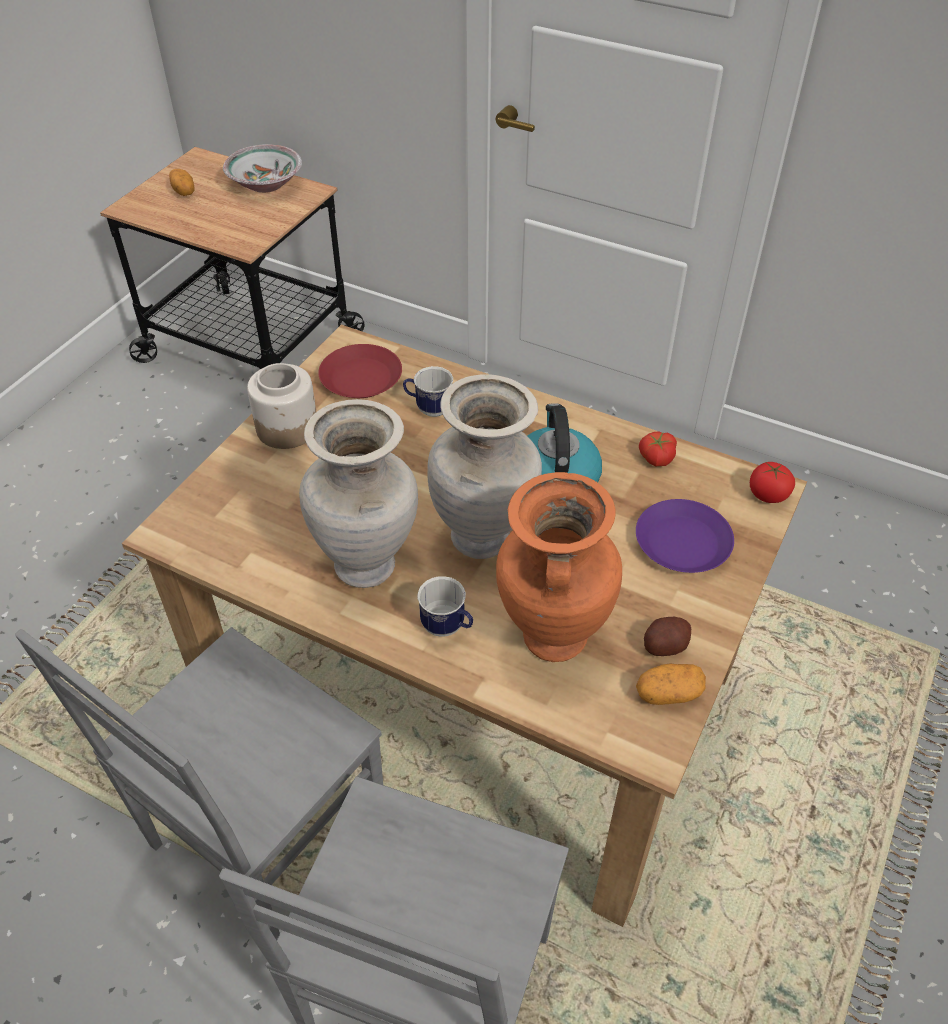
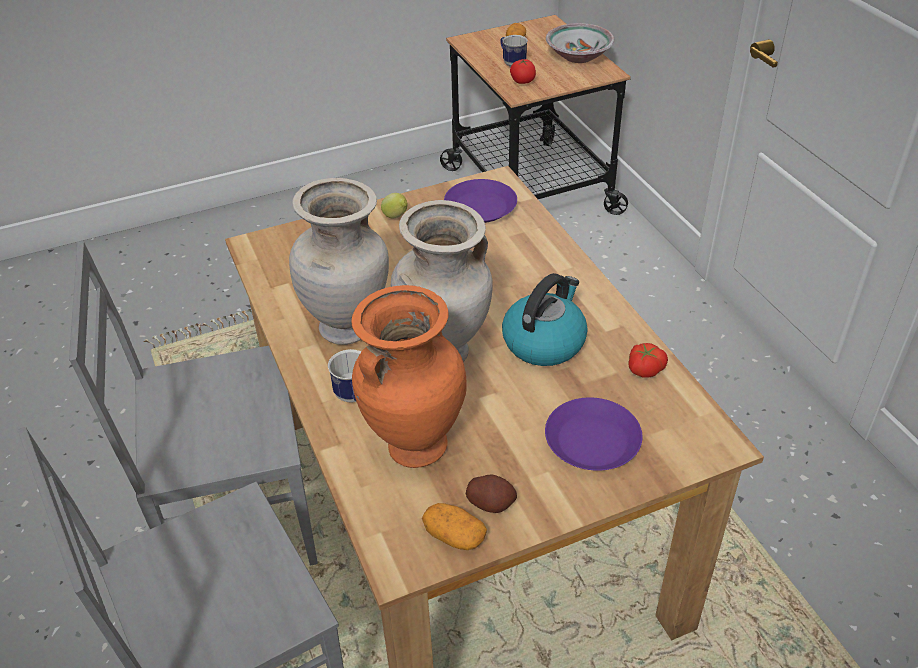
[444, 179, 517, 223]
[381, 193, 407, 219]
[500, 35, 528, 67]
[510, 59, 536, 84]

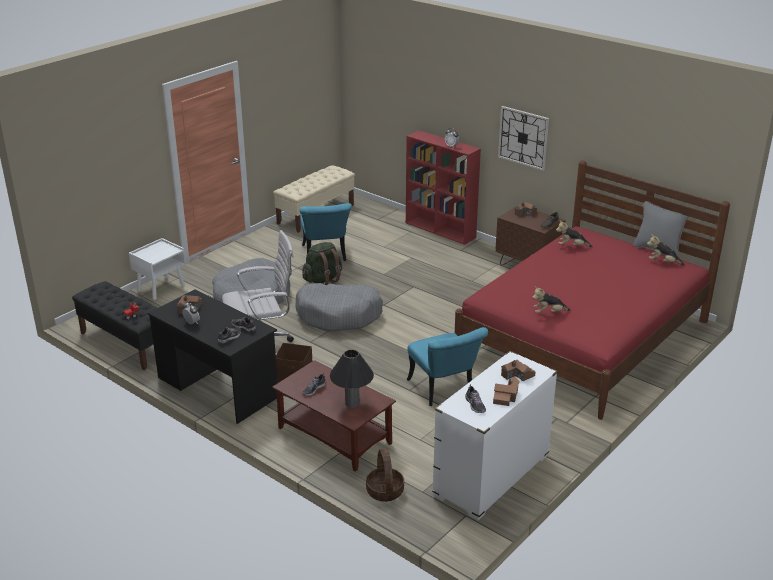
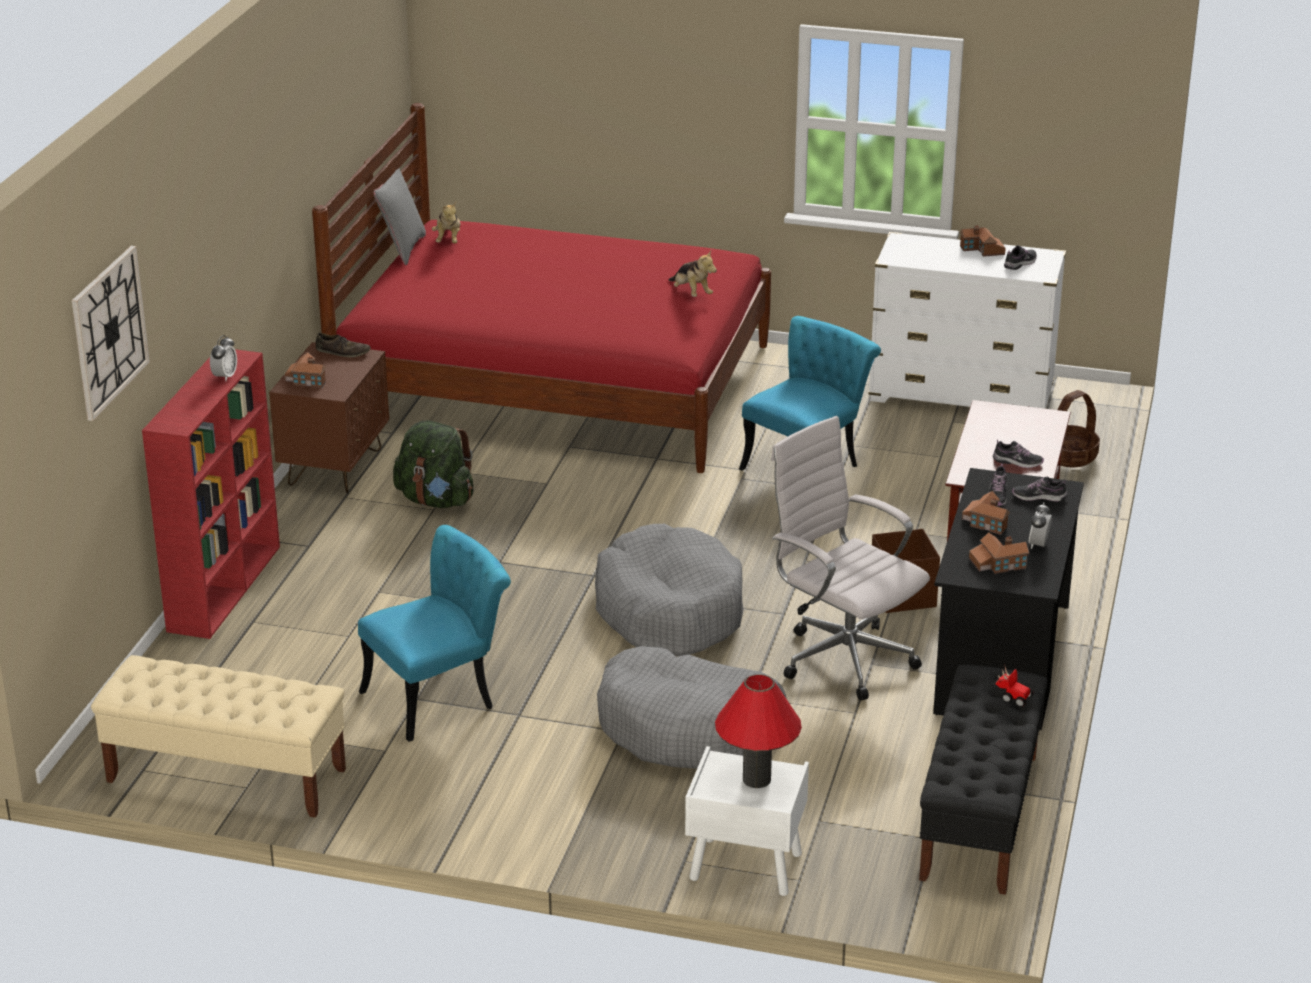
[72, 246, 150, 421]
[556, 220, 593, 247] (first image)
[393, 420, 473, 508]
[330, 350, 374, 408] (first image)
[962, 491, 1010, 535]
[715, 674, 802, 788]

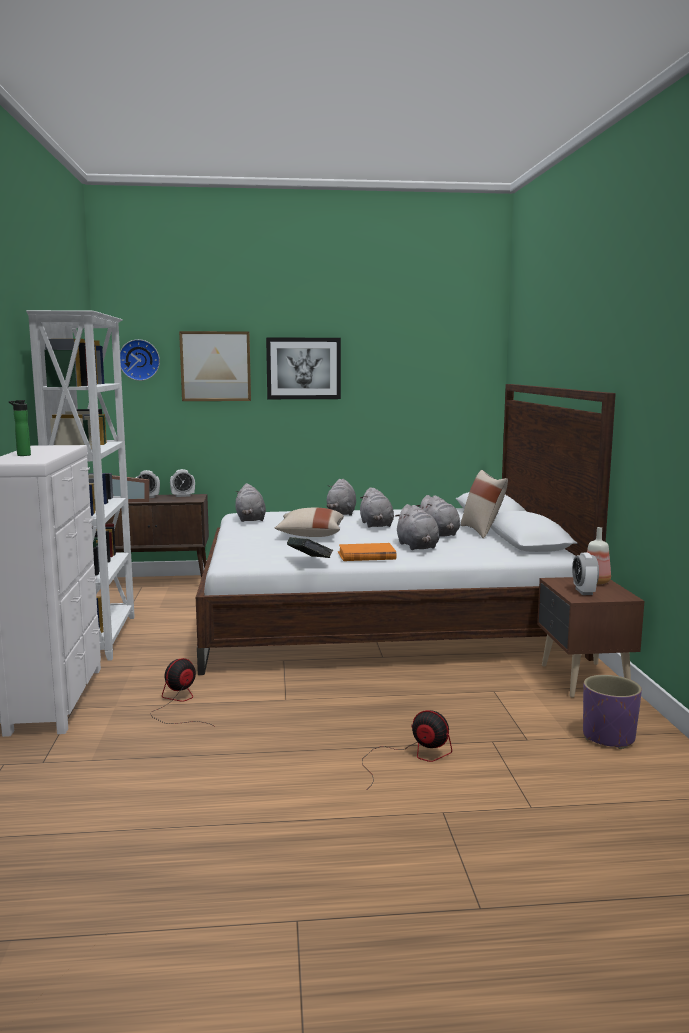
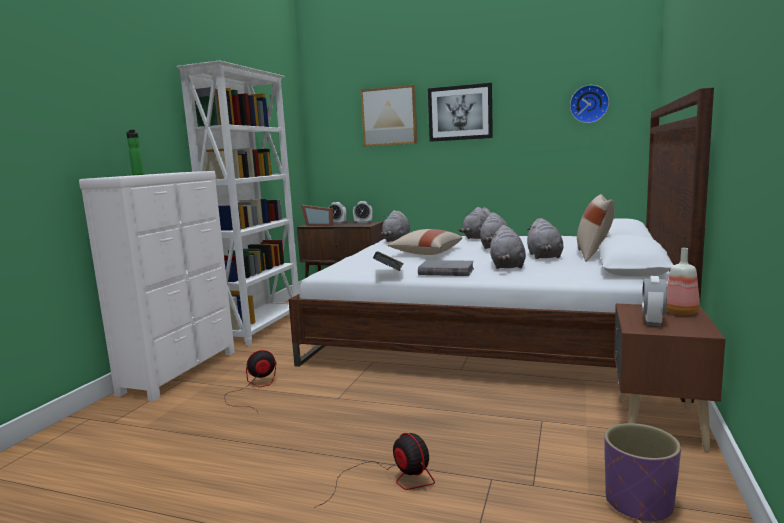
[570, 85, 609, 123]
[418, 260, 474, 276]

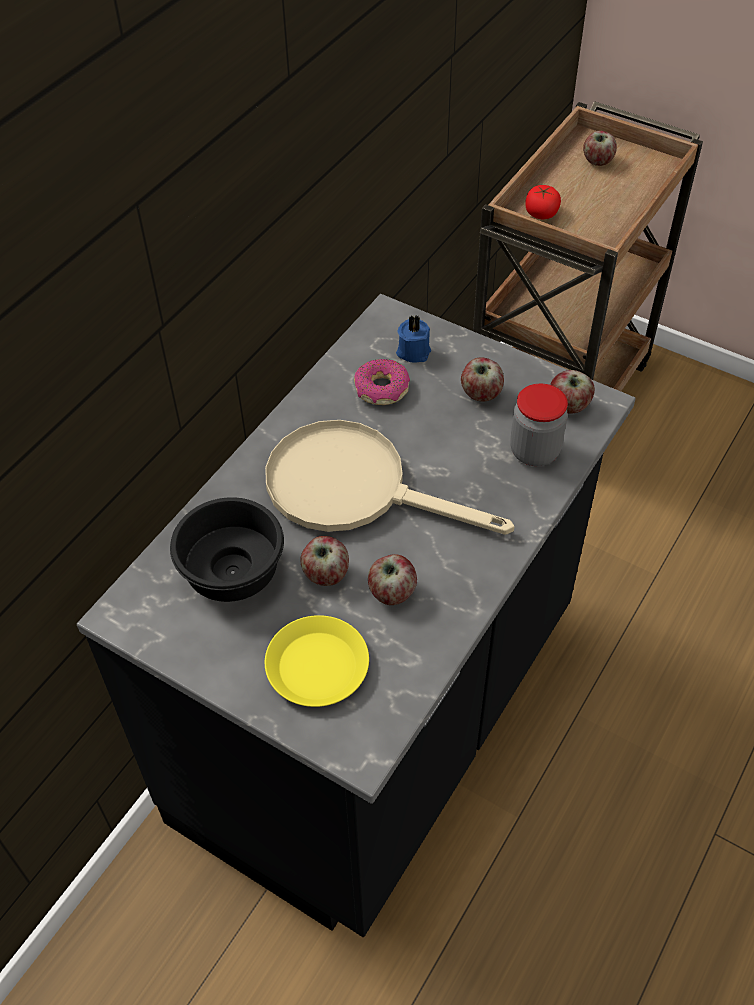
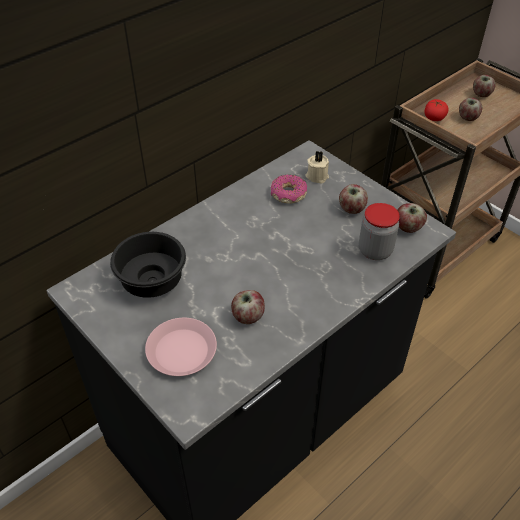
[306, 151, 329, 183]
[265, 420, 514, 535] (first image)
[459, 97, 482, 121]
[145, 318, 217, 376]

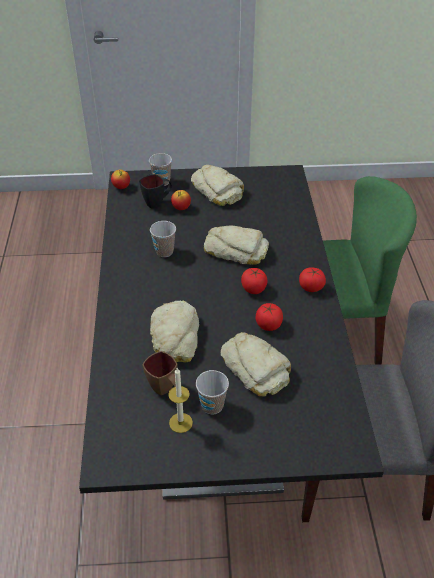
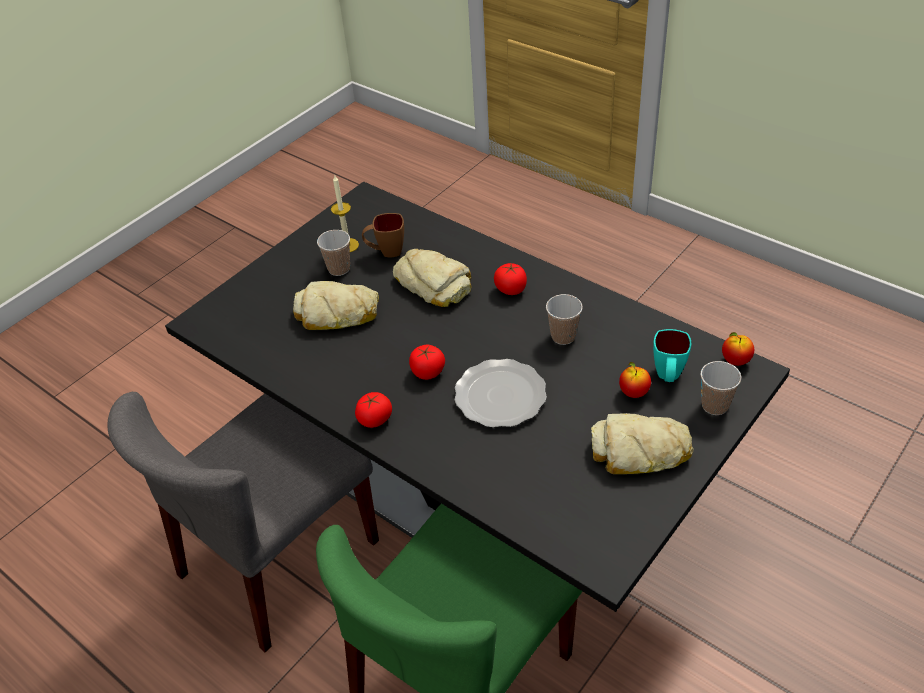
[653, 329, 691, 382]
[455, 359, 547, 428]
[494, 262, 527, 295]

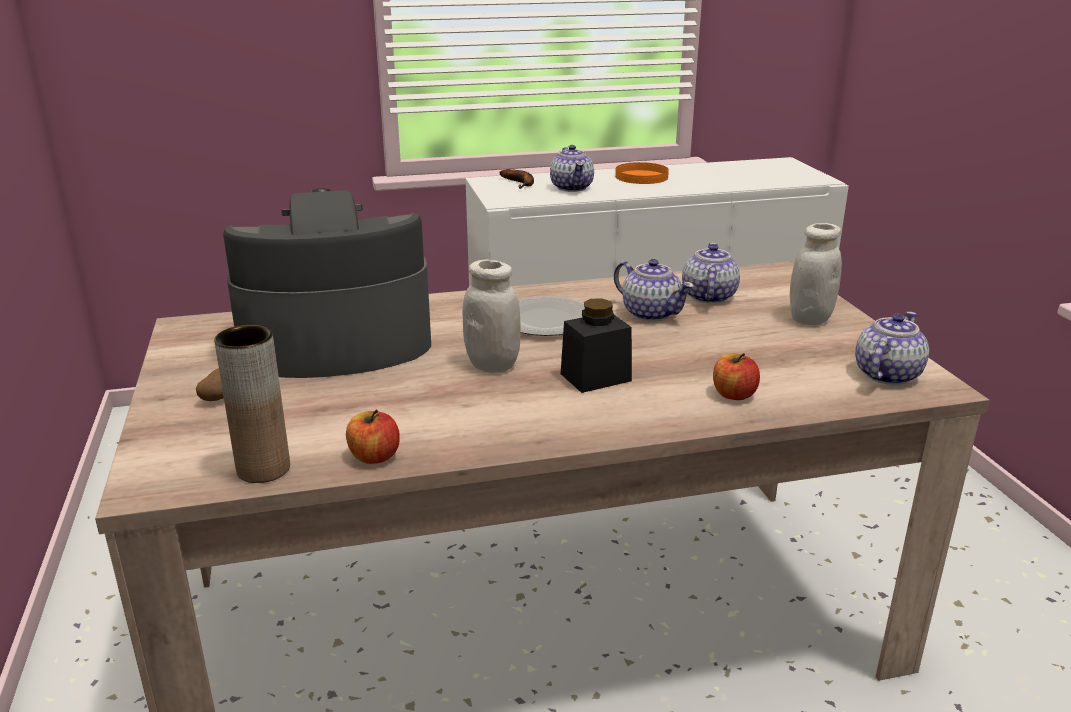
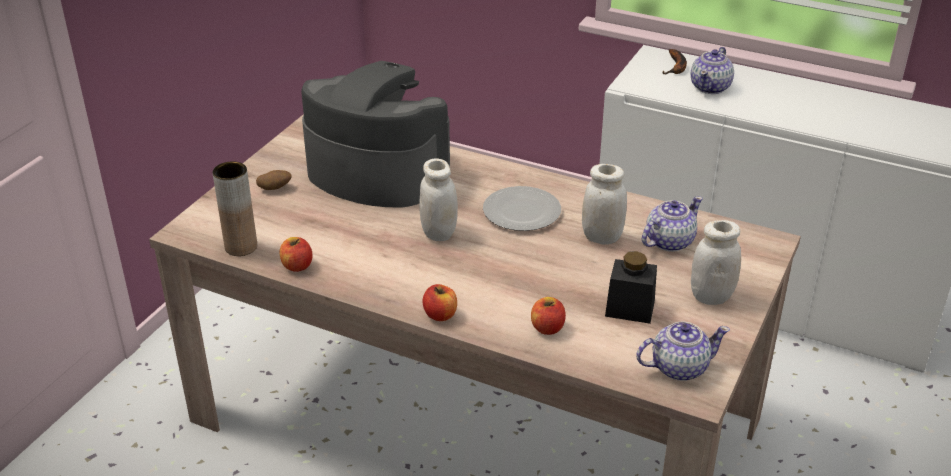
[615, 162, 669, 184] (first image)
[582, 164, 627, 245]
[605, 251, 657, 324]
[423, 284, 457, 321]

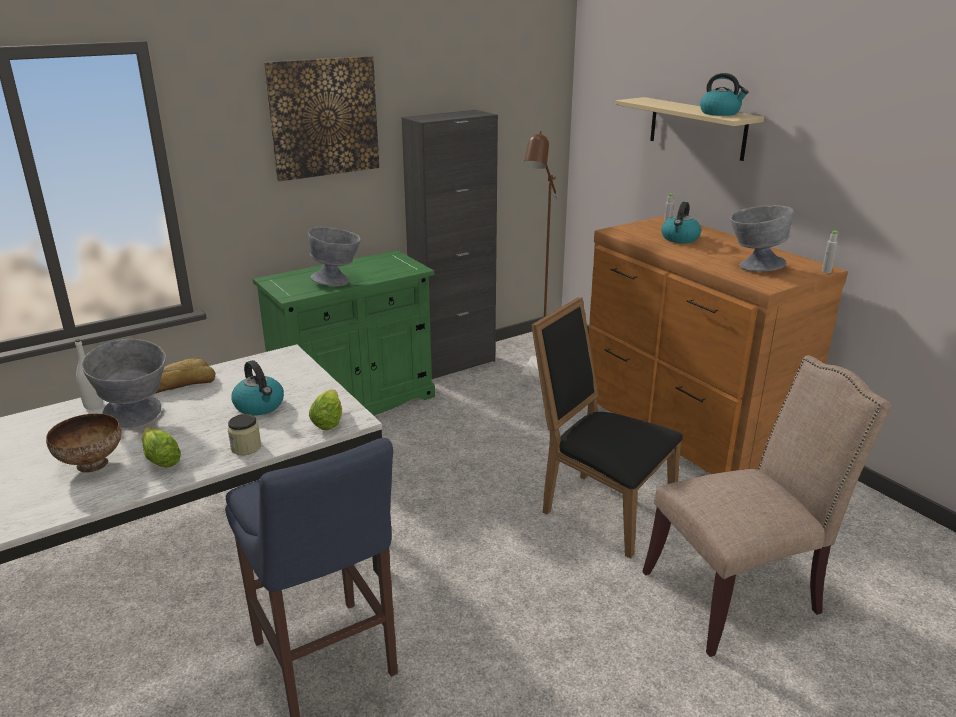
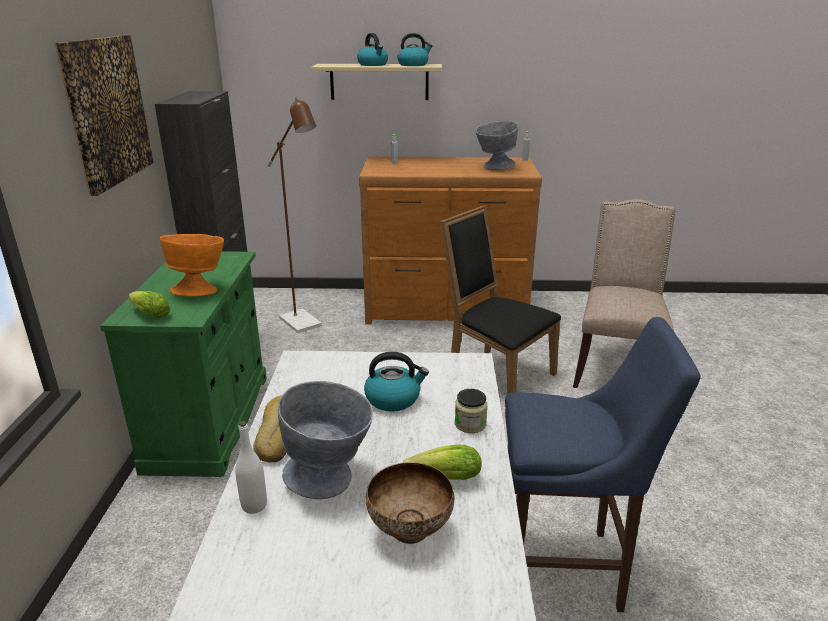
[357, 33, 388, 66]
[160, 234, 224, 297]
[440, 205, 561, 393]
[129, 291, 170, 318]

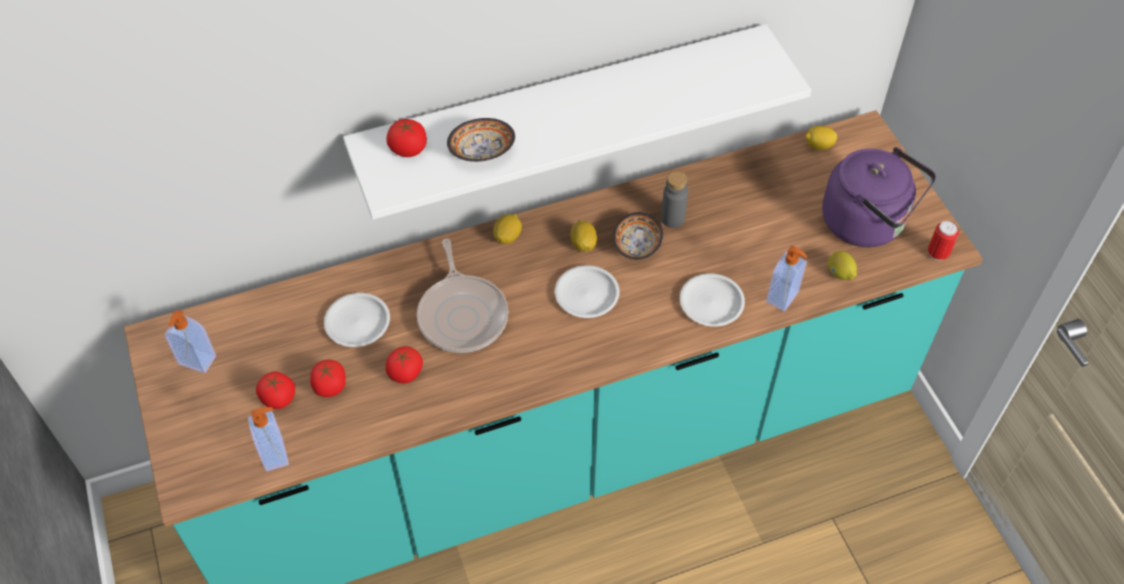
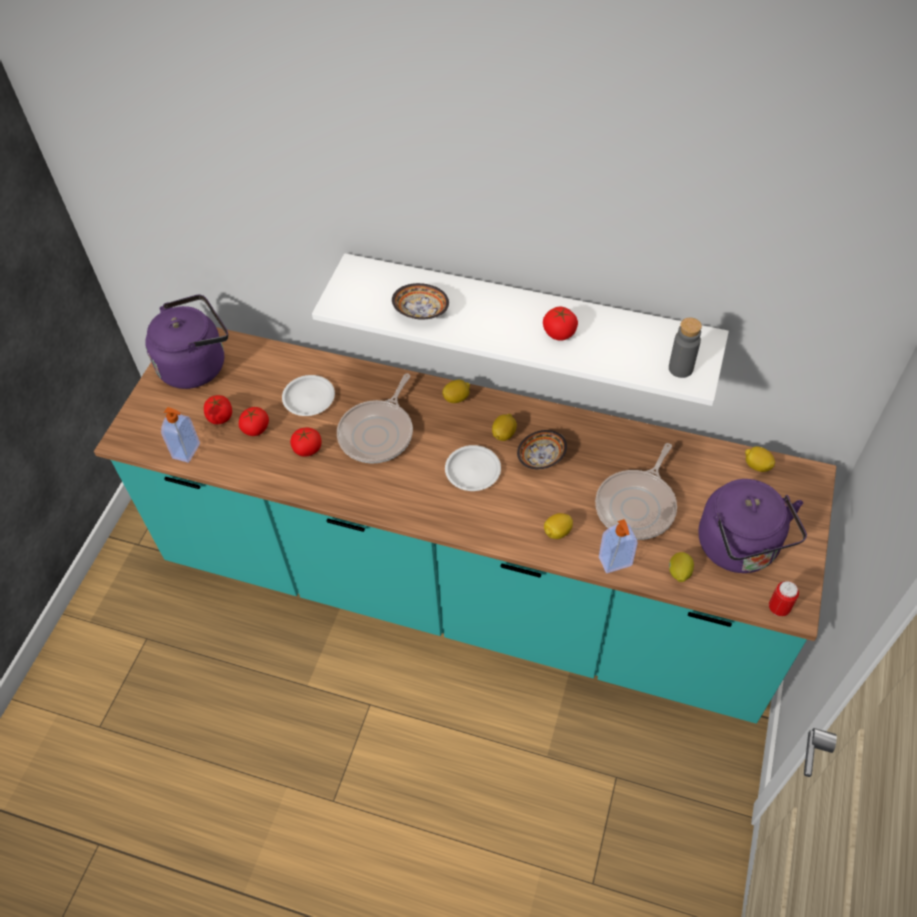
[543, 306, 578, 341]
[669, 318, 702, 378]
[544, 513, 573, 539]
[145, 294, 228, 389]
[595, 443, 677, 540]

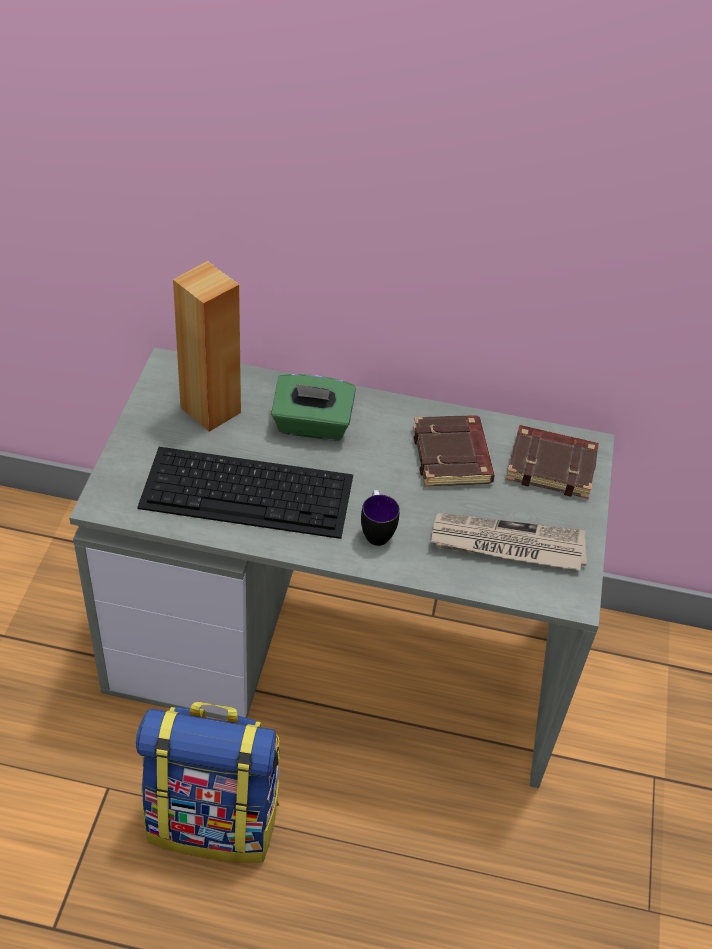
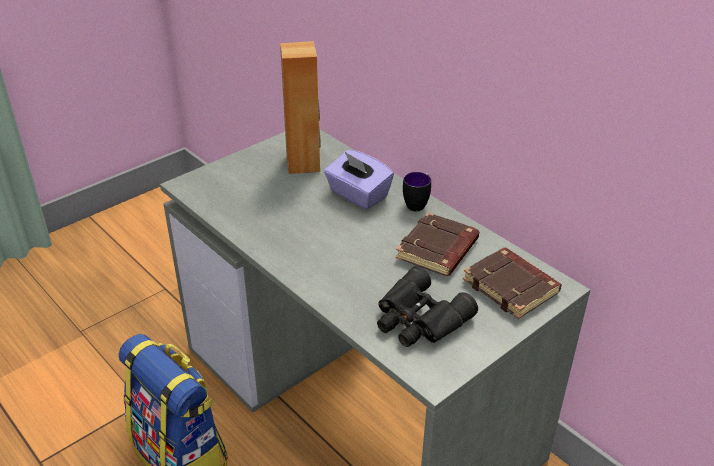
[324, 150, 394, 209]
[137, 447, 353, 539] (first image)
[403, 172, 431, 212]
[377, 266, 478, 347]

